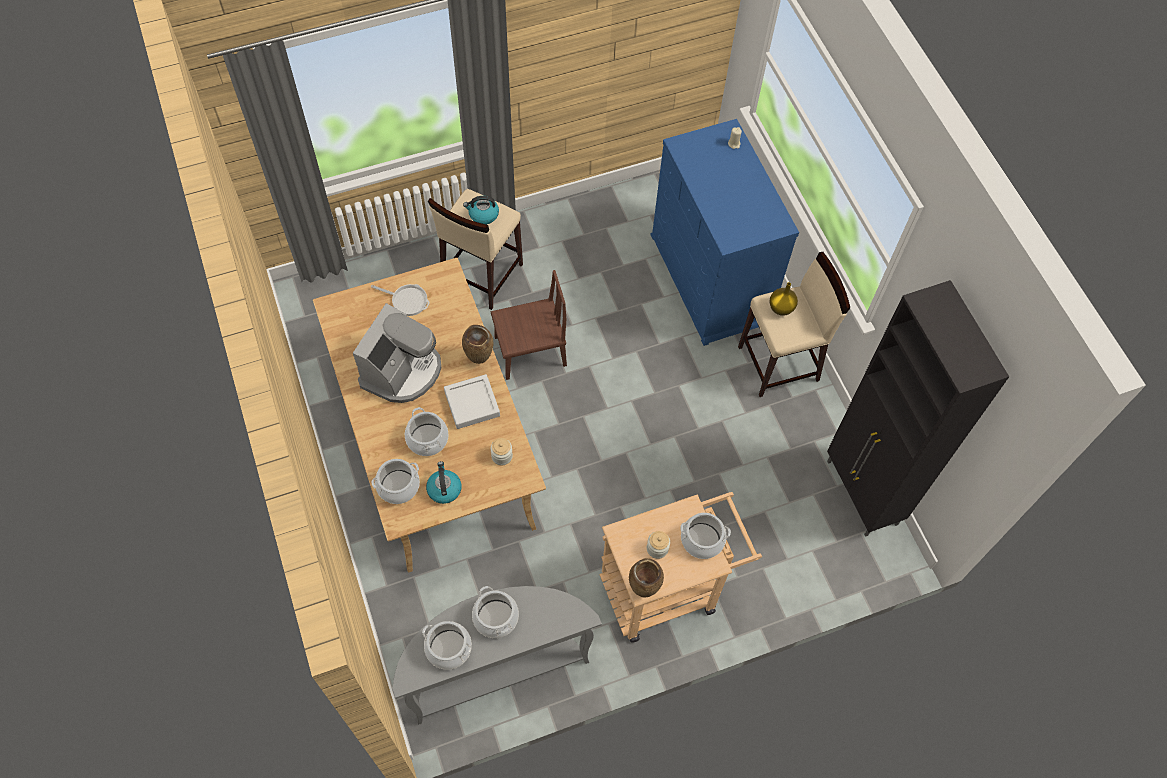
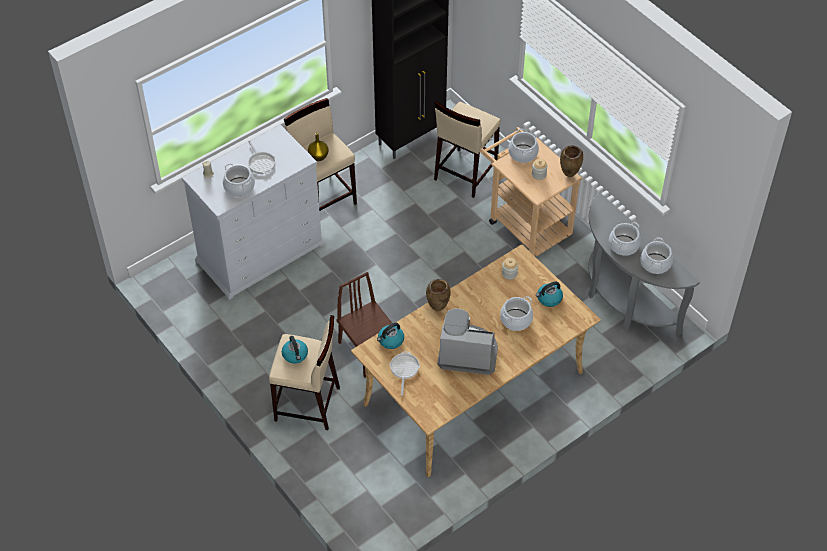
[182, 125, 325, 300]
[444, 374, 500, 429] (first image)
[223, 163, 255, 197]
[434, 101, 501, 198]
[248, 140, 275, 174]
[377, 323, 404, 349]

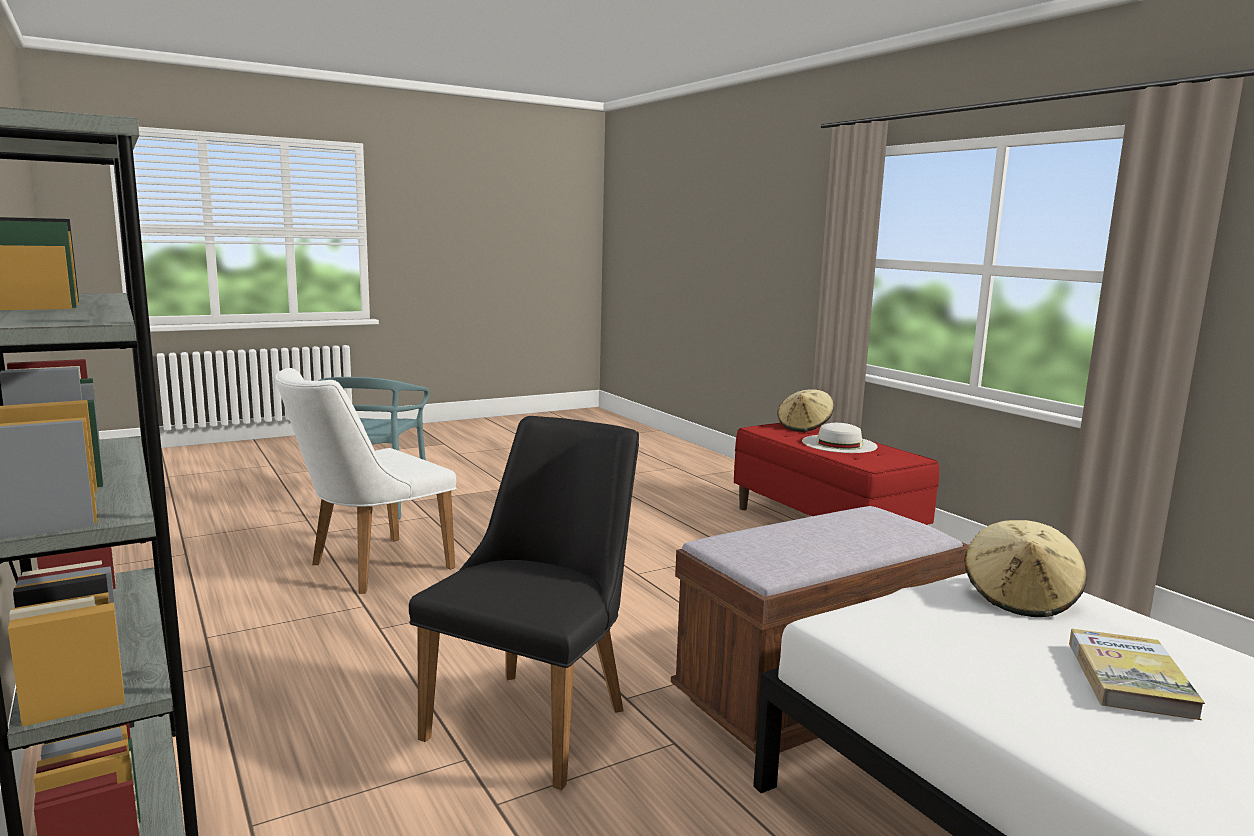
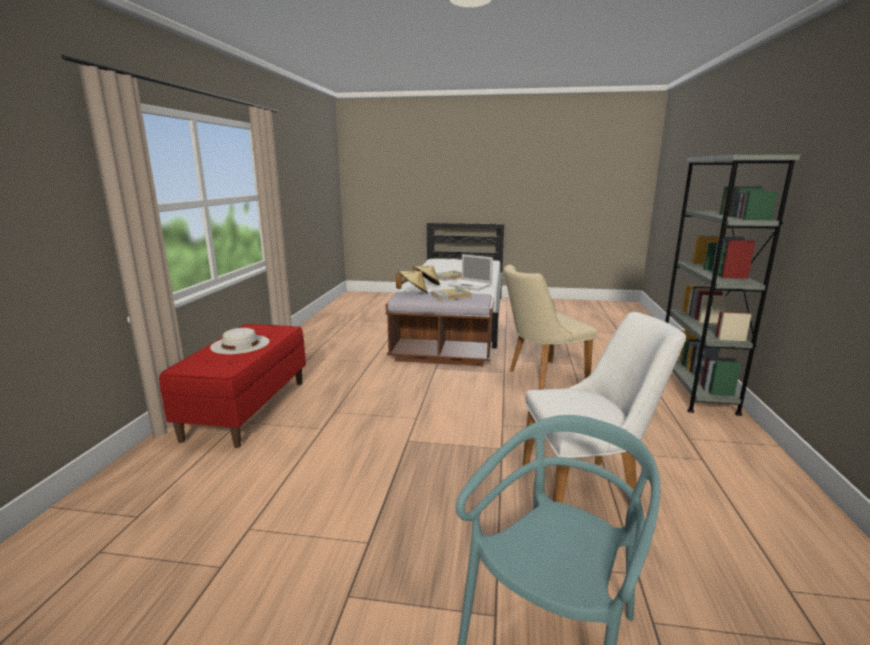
[396, 271, 428, 293]
[504, 265, 597, 390]
[448, 254, 493, 291]
[431, 288, 472, 301]

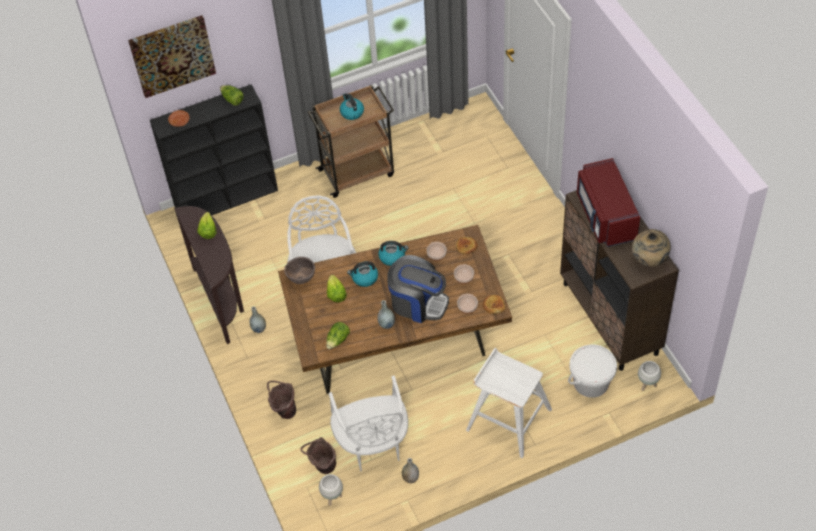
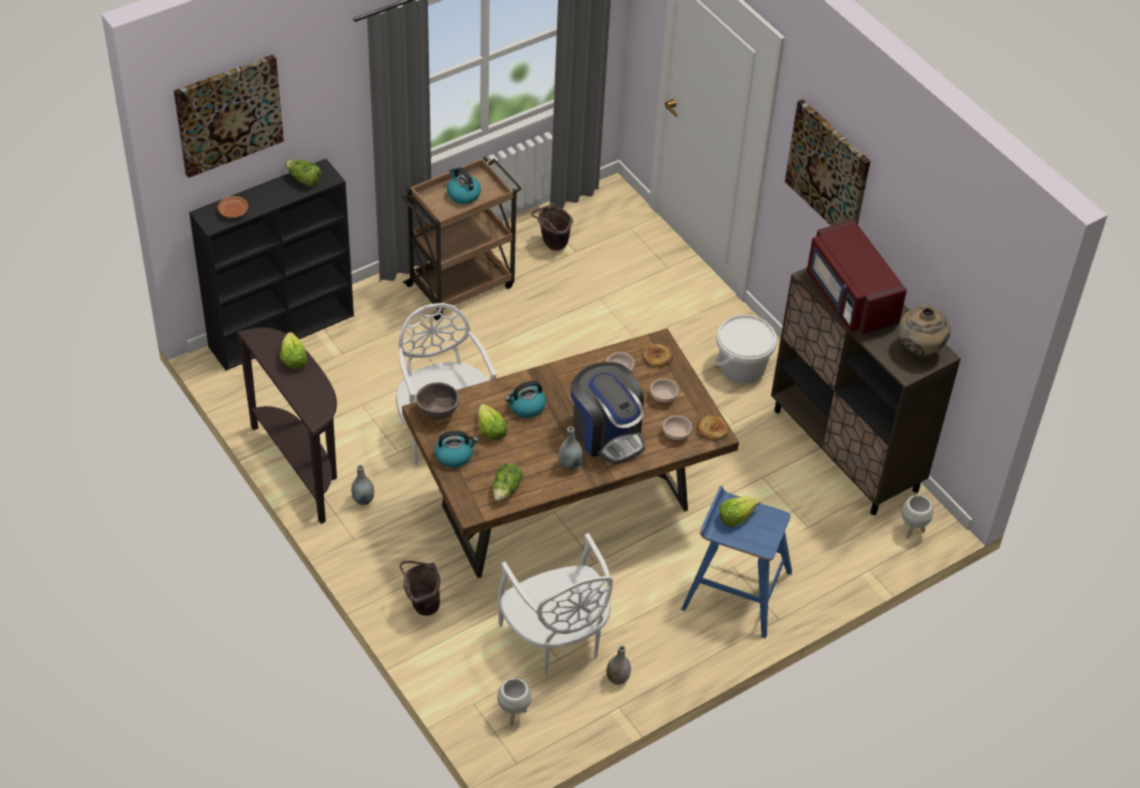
[434, 430, 478, 468]
[571, 362, 645, 465]
[715, 315, 777, 384]
[681, 486, 792, 639]
[531, 203, 573, 251]
[785, 99, 870, 226]
[719, 496, 760, 527]

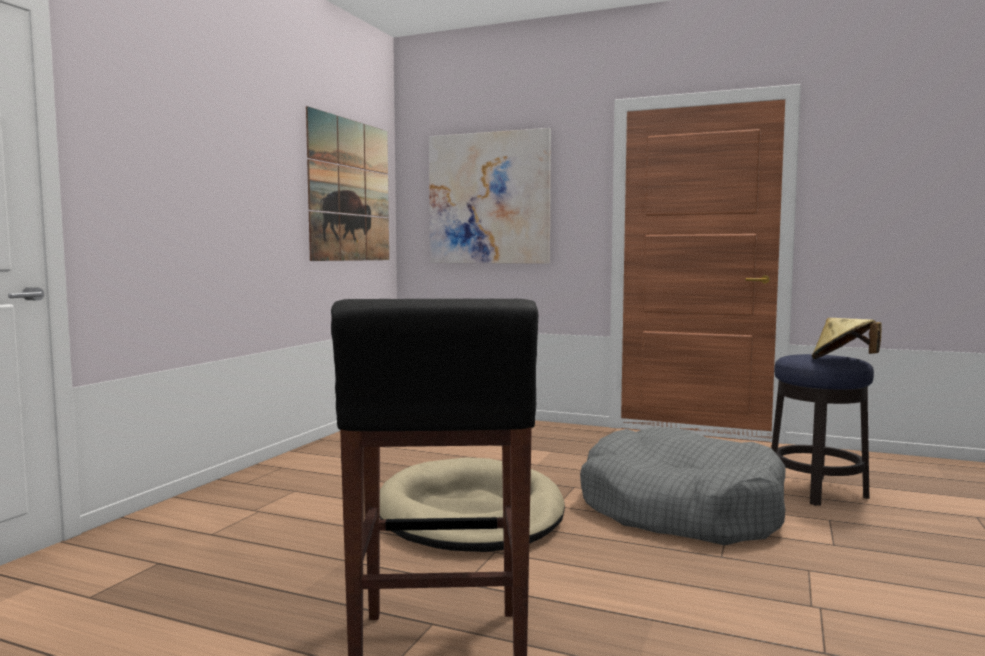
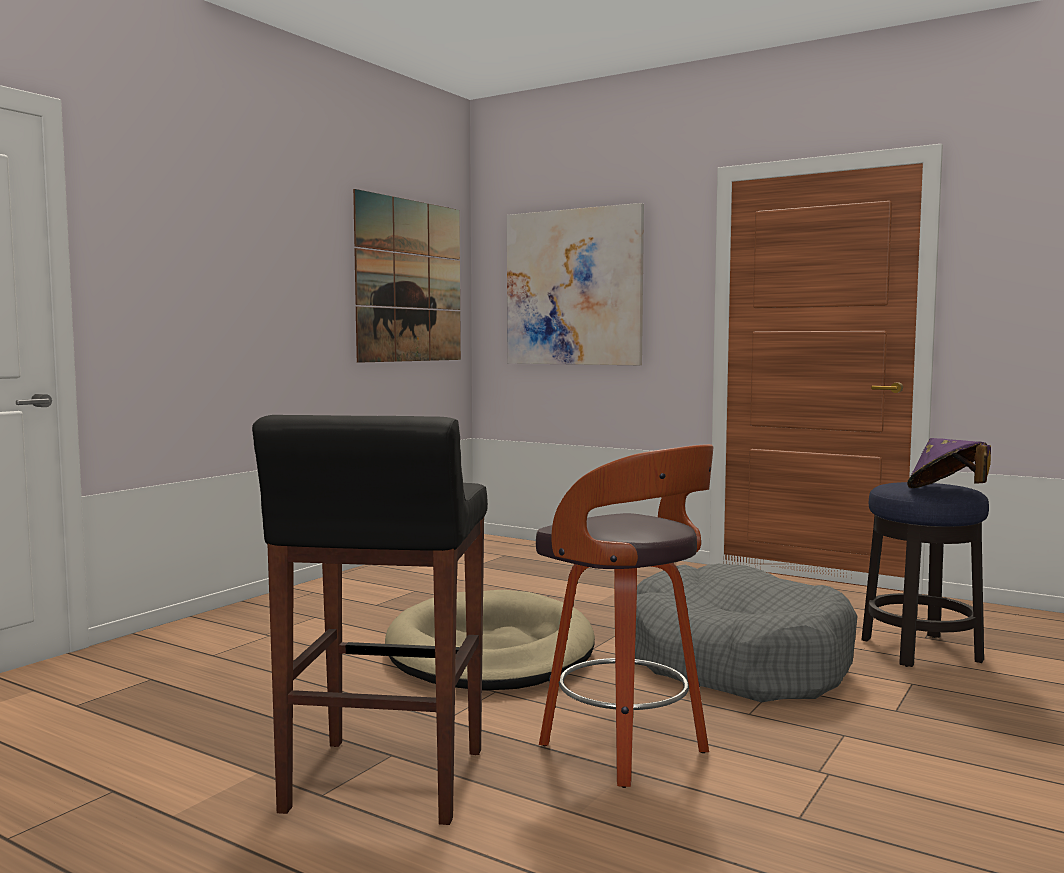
[907, 438, 991, 488]
[536, 444, 714, 788]

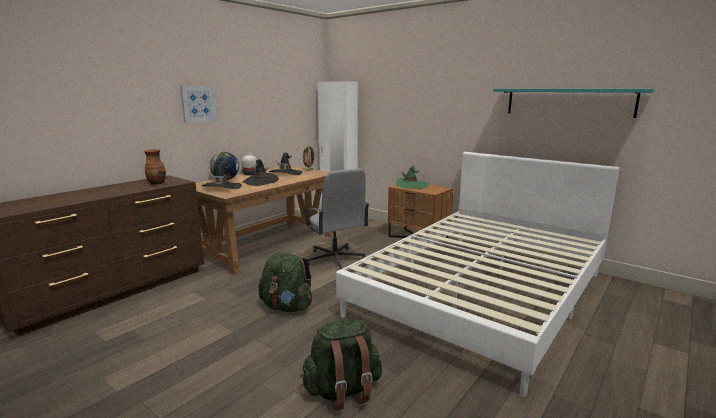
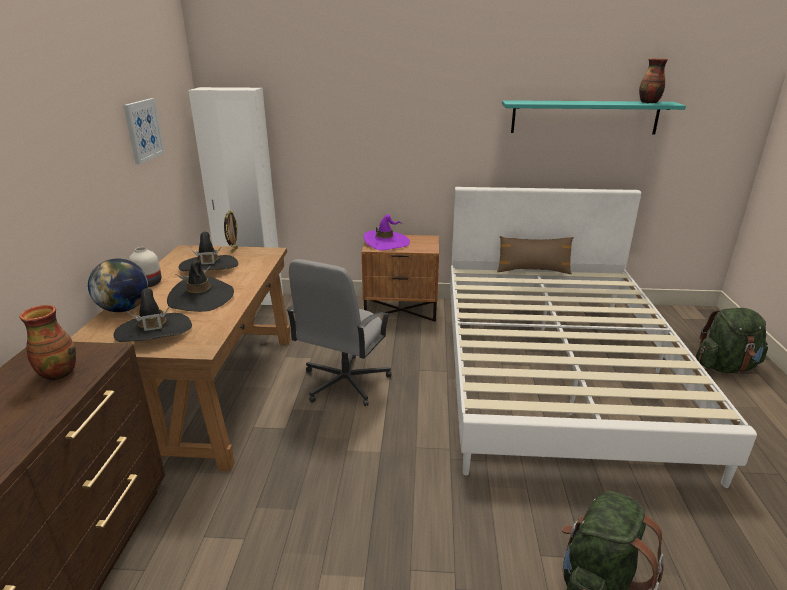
[123, 98, 165, 164]
[363, 214, 410, 250]
[286, 259, 392, 406]
[696, 308, 768, 373]
[639, 58, 668, 104]
[497, 236, 574, 274]

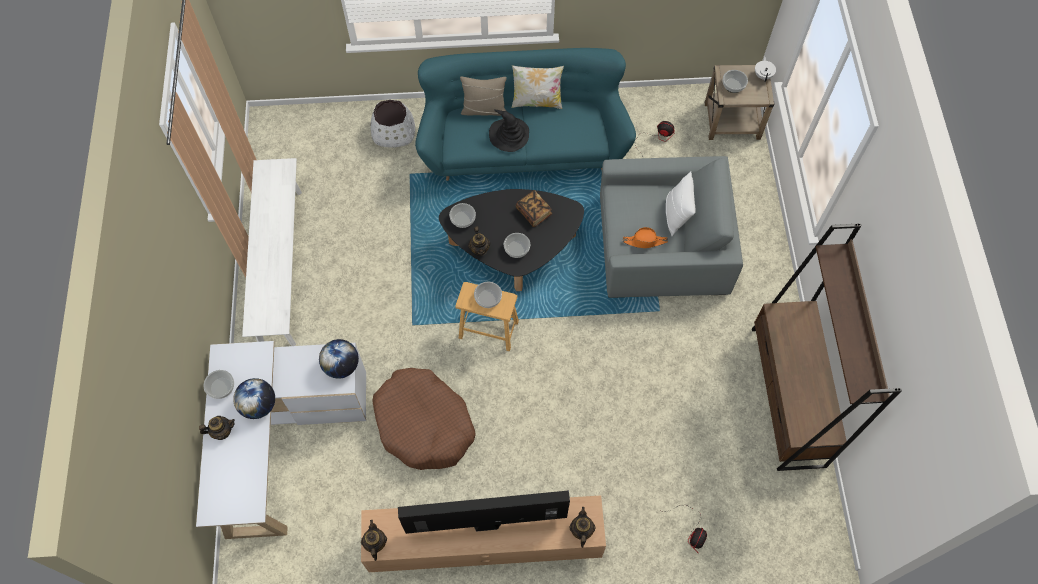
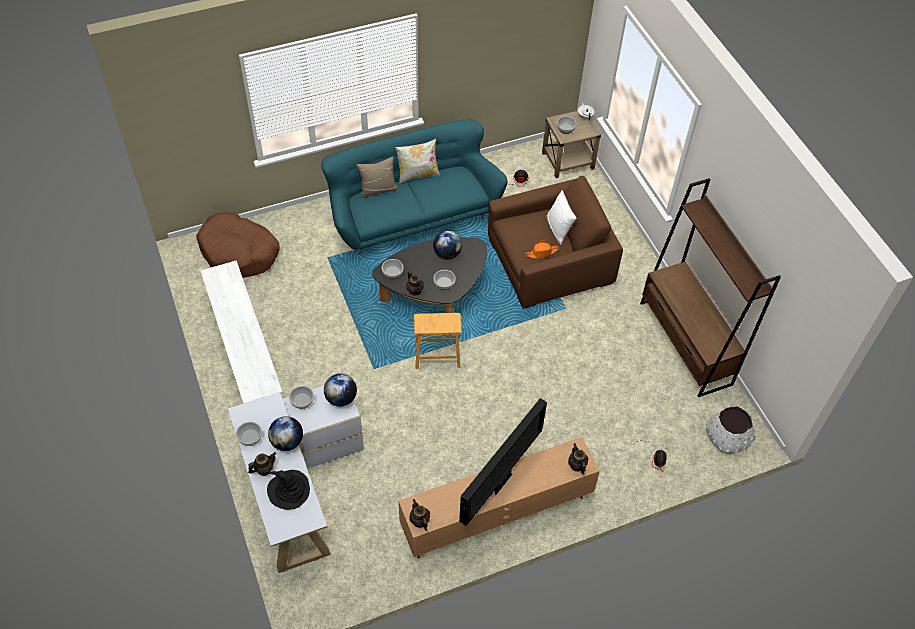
[706, 406, 755, 453]
[267, 470, 310, 510]
[488, 176, 623, 309]
[433, 231, 462, 260]
[289, 386, 314, 409]
[196, 212, 280, 278]
[459, 398, 547, 526]

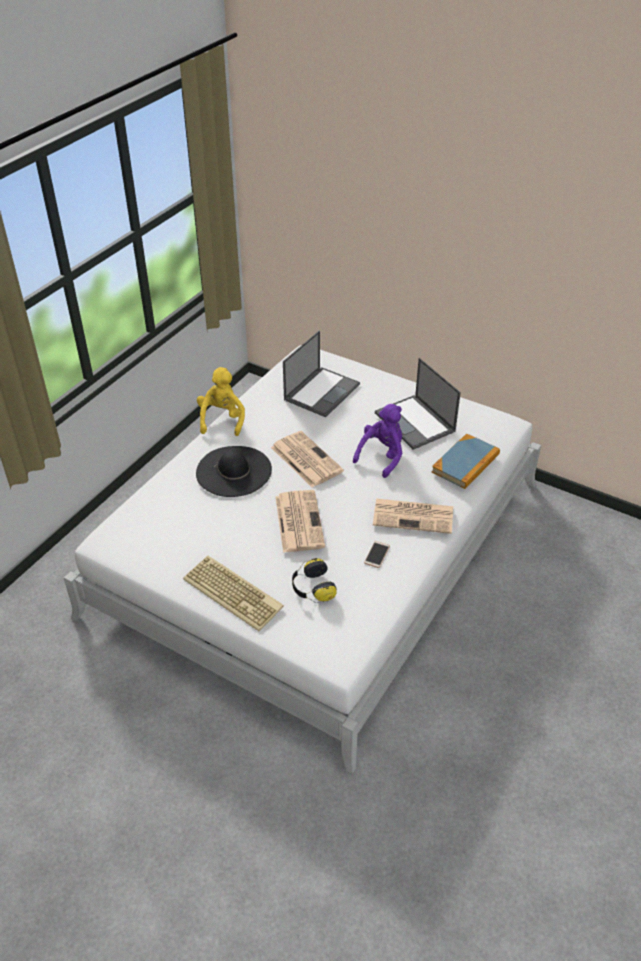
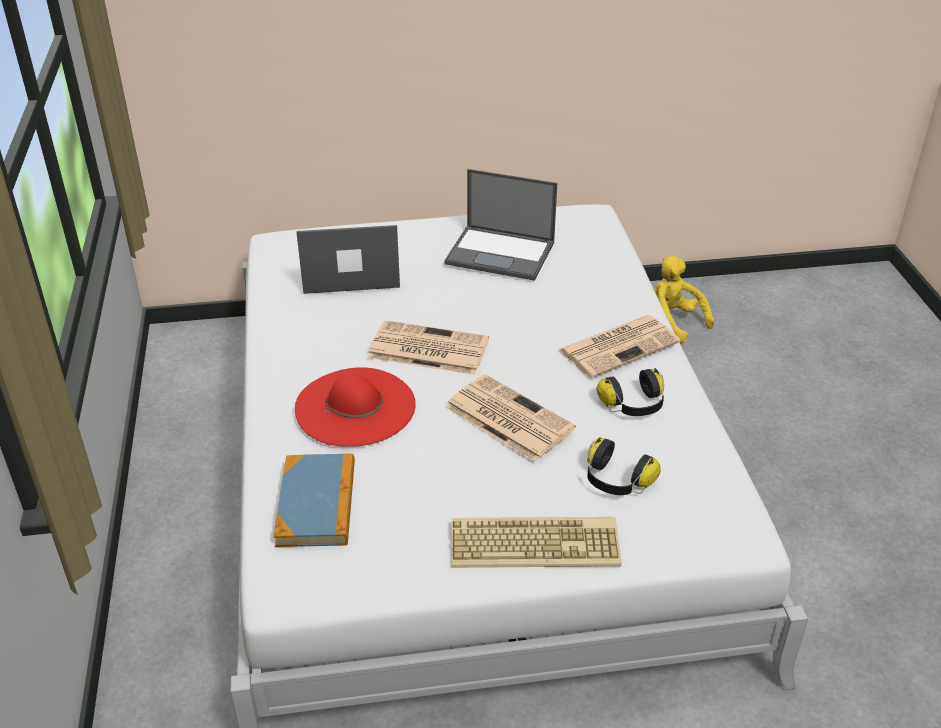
[296, 225, 400, 294]
[654, 256, 714, 343]
[353, 404, 402, 478] (first image)
[274, 454, 355, 547]
[295, 367, 416, 447]
[596, 368, 664, 416]

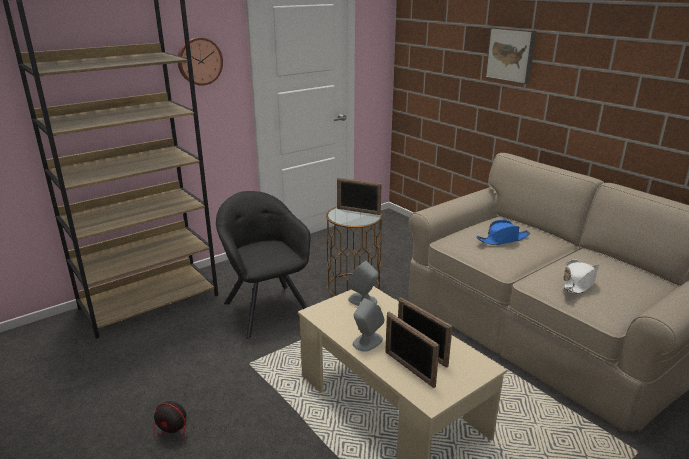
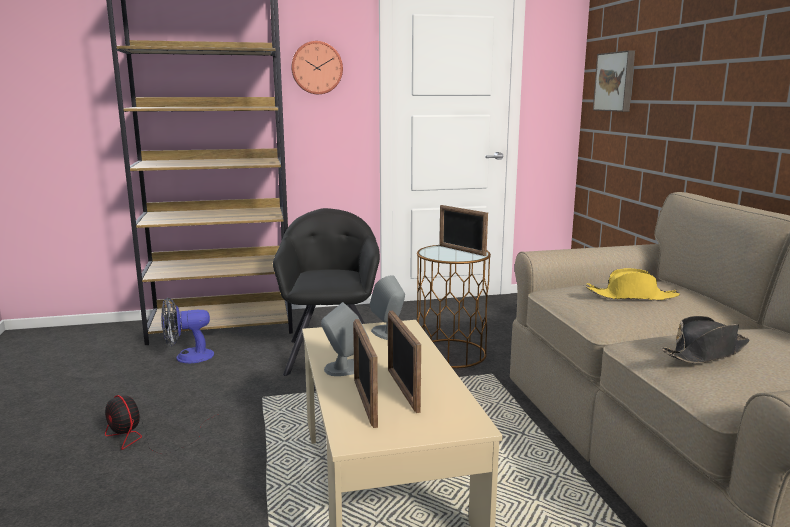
[593, 50, 635, 112]
[586, 268, 680, 300]
[662, 316, 750, 363]
[161, 297, 214, 363]

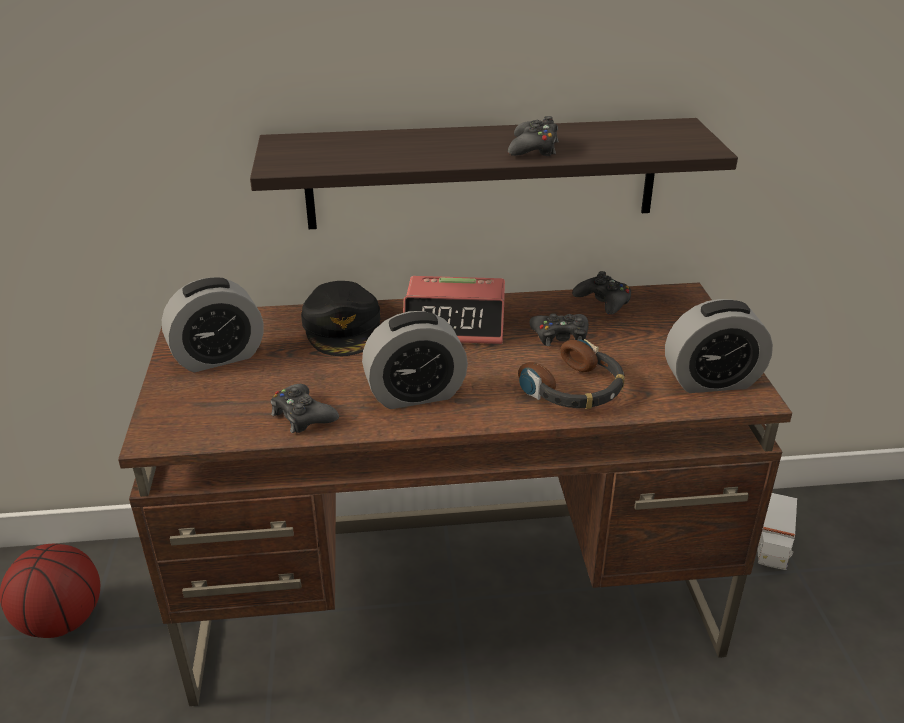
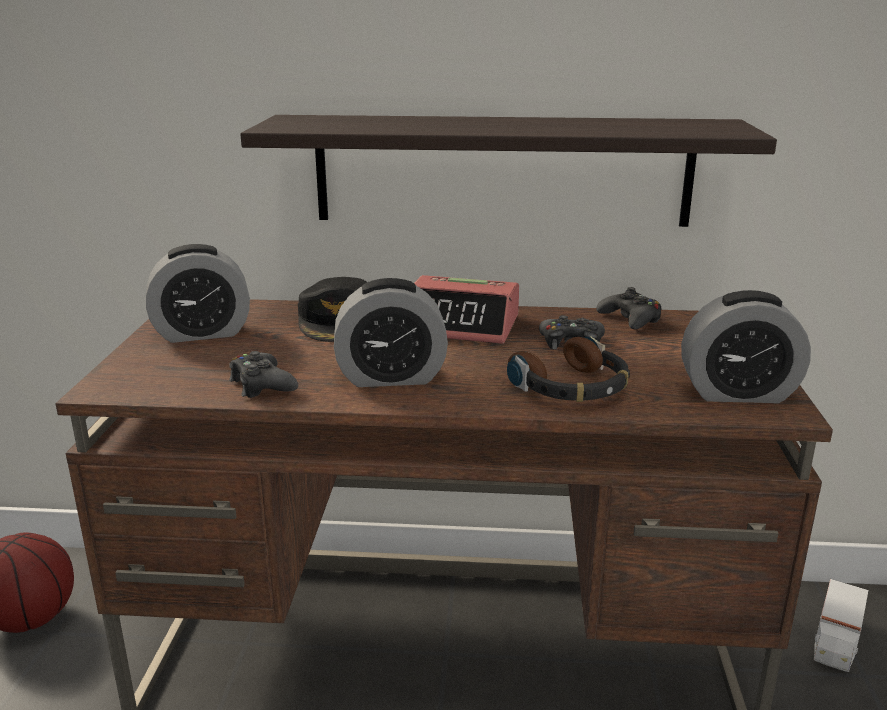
[508, 116, 559, 156] (first image)

